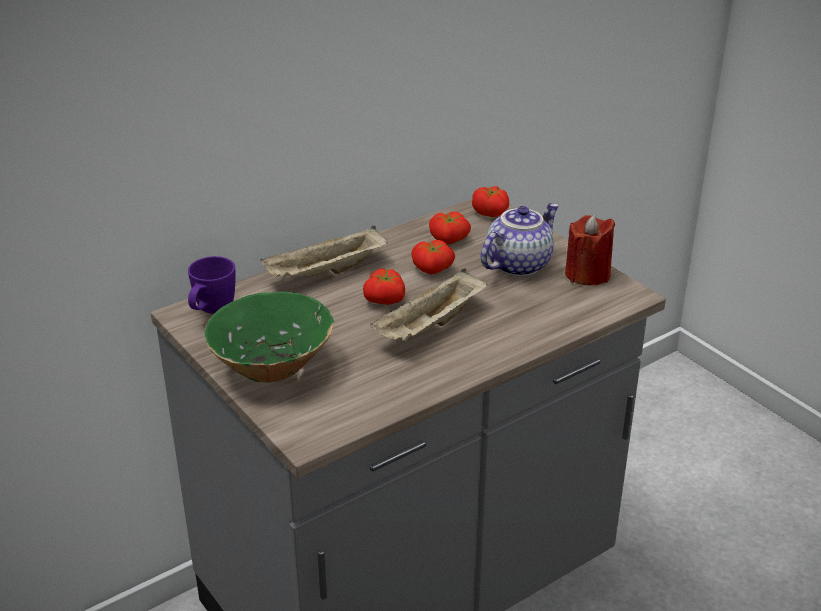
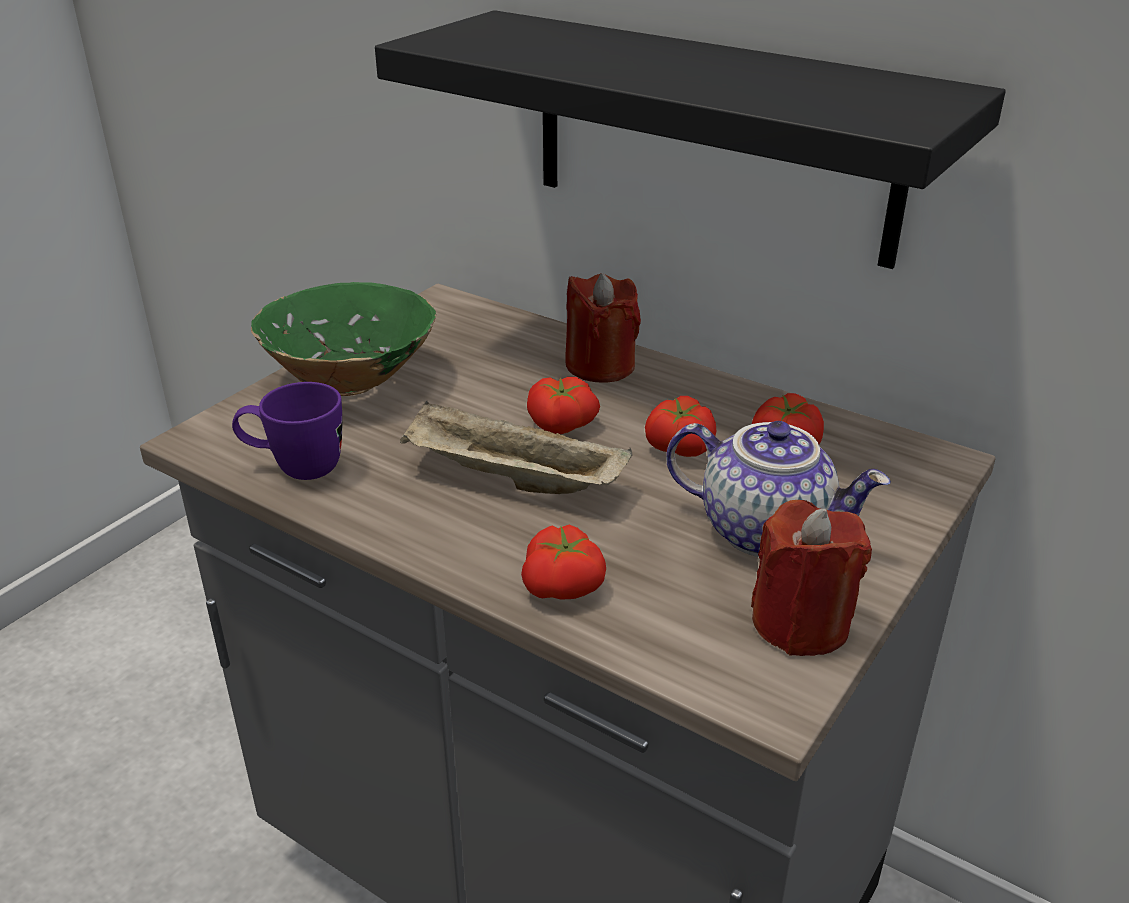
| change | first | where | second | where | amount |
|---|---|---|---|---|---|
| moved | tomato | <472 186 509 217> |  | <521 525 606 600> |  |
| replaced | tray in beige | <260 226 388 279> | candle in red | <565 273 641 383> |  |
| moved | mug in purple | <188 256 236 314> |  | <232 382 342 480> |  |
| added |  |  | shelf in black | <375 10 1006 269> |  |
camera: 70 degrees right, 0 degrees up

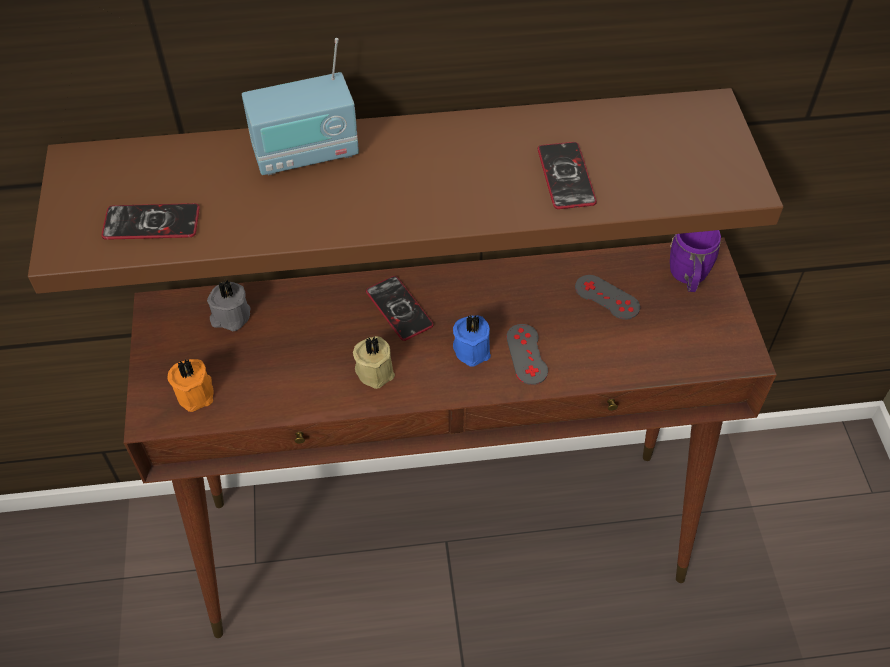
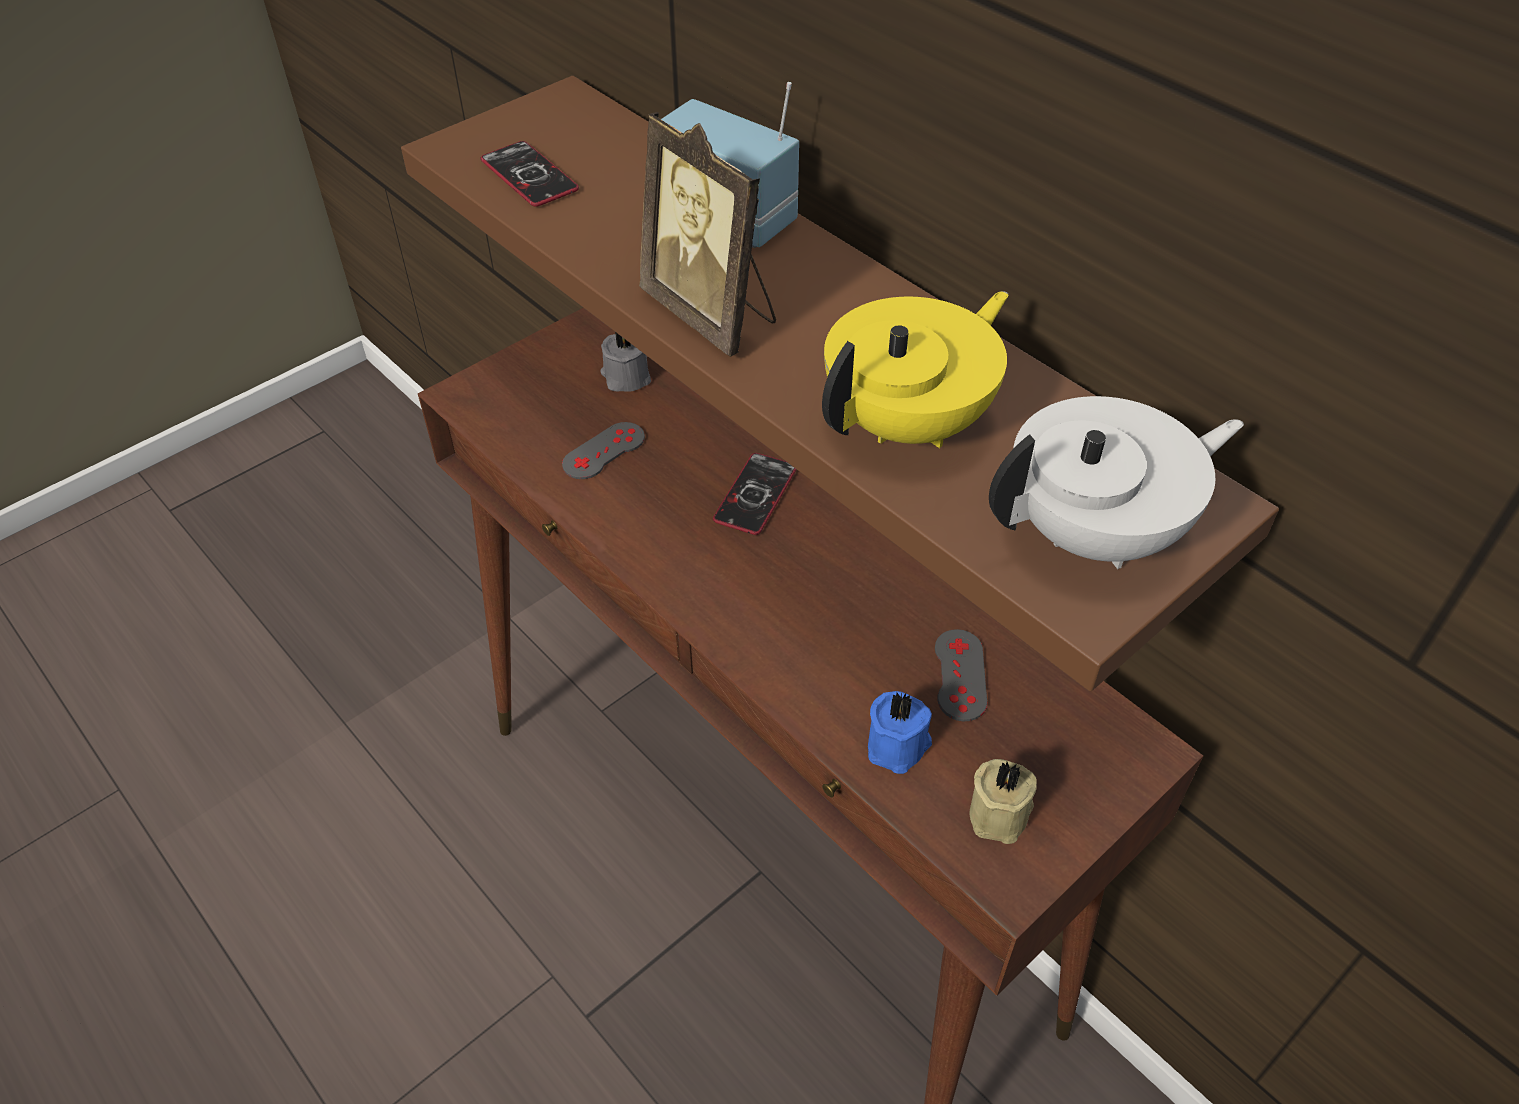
| change | first | where | second | where | amount |
|---|---|---|---|---|---|
| replaced | phone | <538 142 597 209> | teapot in yellow | <822 291 1008 448> |  |
| removed | mug in purple | <670 230 721 292> |  |  |  |
| moved | candle in blue | <453 314 491 367> |  | <868 691 932 774> |  |
| moved | game controller in grey | <506 324 548 385> |  | <562 422 645 479> |  |
| moved | candle in beige | <353 336 395 389> |  | <969 759 1037 844> |  |
| removed | candle in orange | <168 359 214 412> |  |  |  |
| added |  |  | picture frame | <639 112 776 357> |  |
| added |  |  | teapot in white | <989 396 1244 569> |  |
camera: 55 degrees right, 5 degrees down

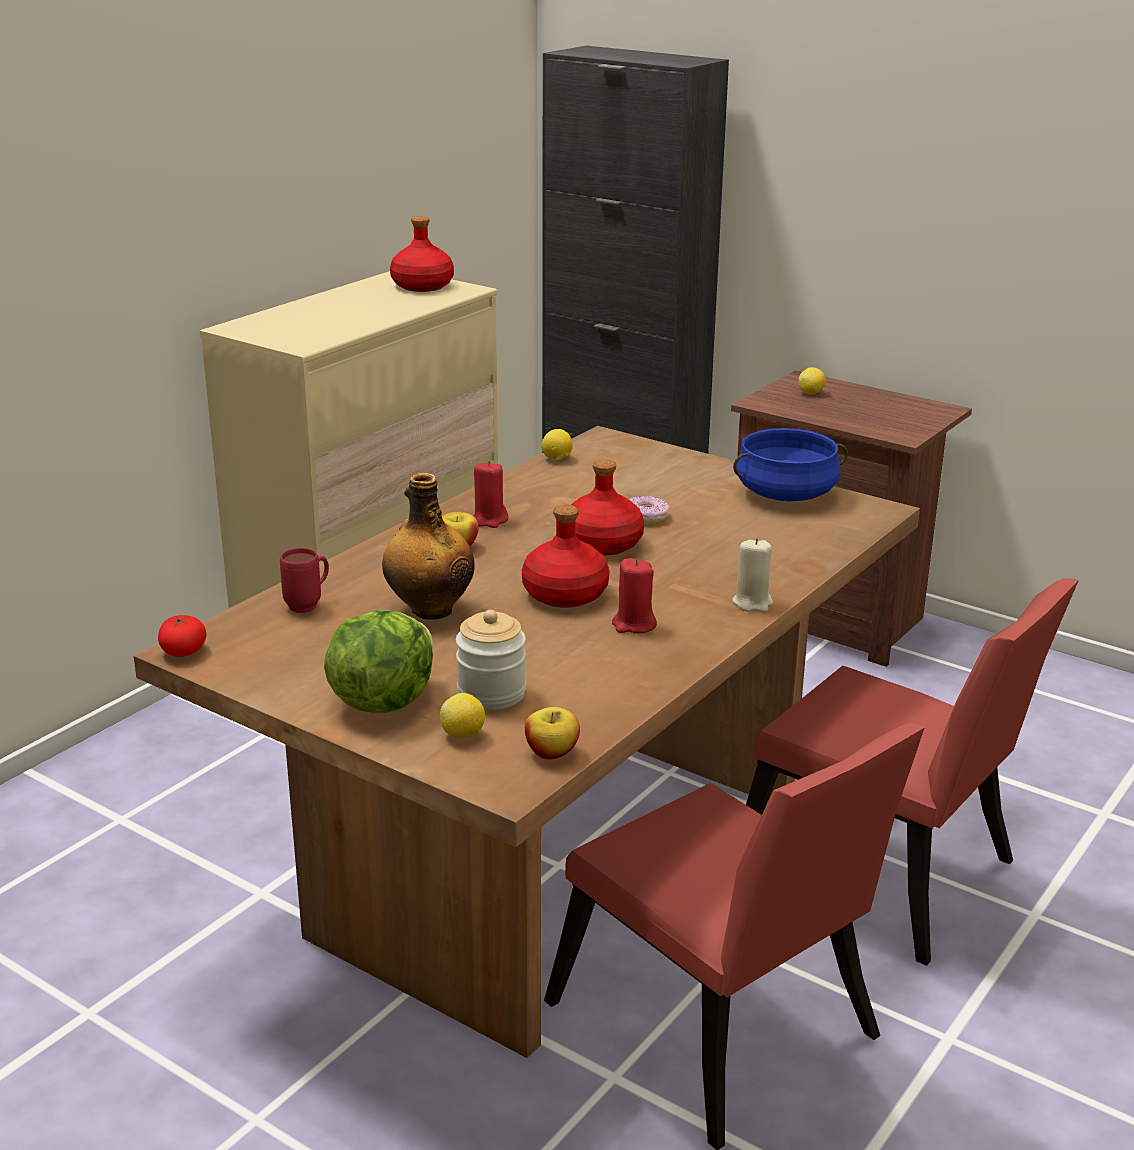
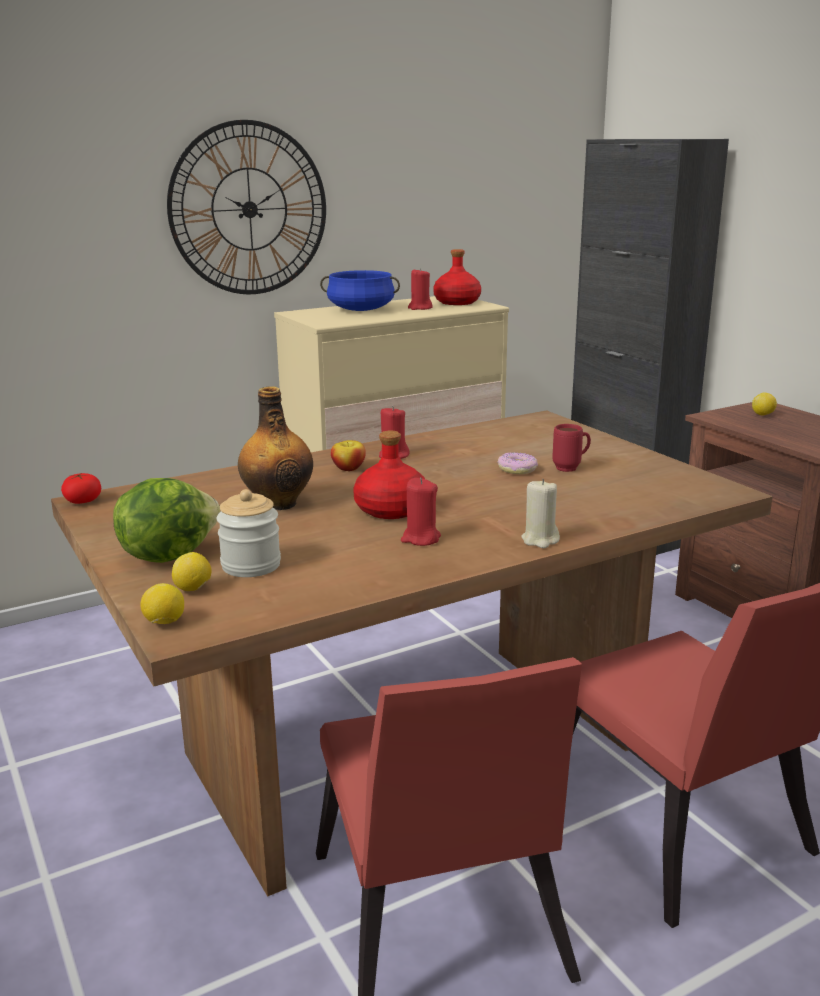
| change | first | where | second | where | amount |
|---|---|---|---|---|---|
| moved | cooking pot in blue | <733 428 848 501> |  | <320 270 400 311> |  |
| moved | lemon | <541 429 573 460> |  | <140 583 184 624> |  |
| removed | bottle in red | <571 459 644 556> |  |  |  |
| moved | mug in red | <280 548 329 613> |  | <553 424 591 472> |  |
| removed | apple | <525 707 580 760> |  |  |  |
| added |  |  | wall clock | <167 120 326 294> |  |
| added |  |  | candle in red | <408 268 433 310> |  |
camera: 25 degrees right, 5 degrees down

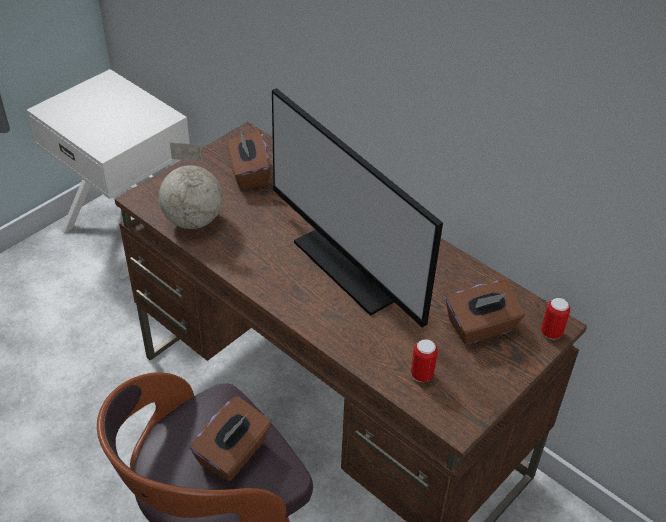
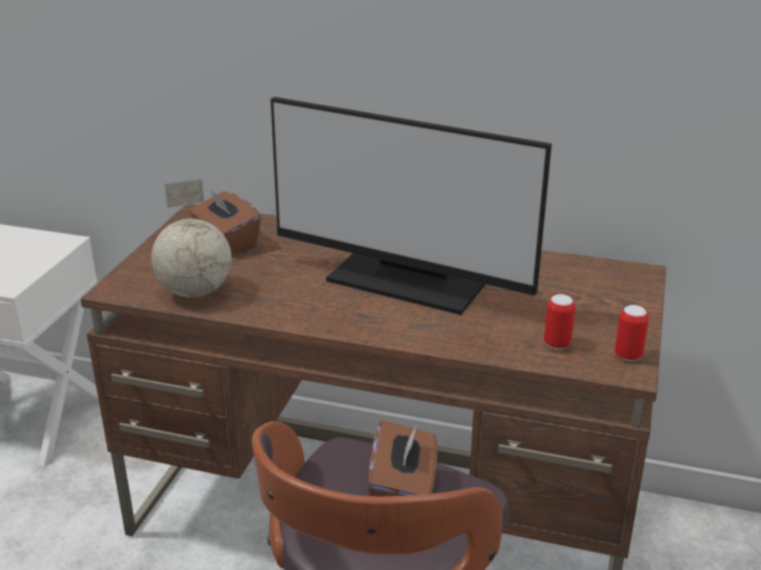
| change | first | where | second | where | amount |
|---|---|---|---|---|---|
| removed | tissue box in brown | <446 281 525 344> |  |  |  |
| moved | can | <541 298 570 340> |  | <615 305 649 361> |  |
camera: 25 degrees left, 15 degrees down

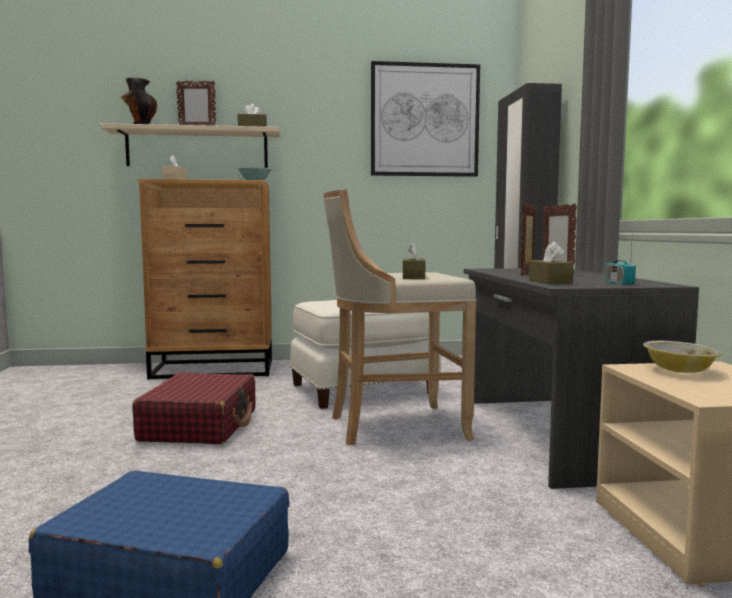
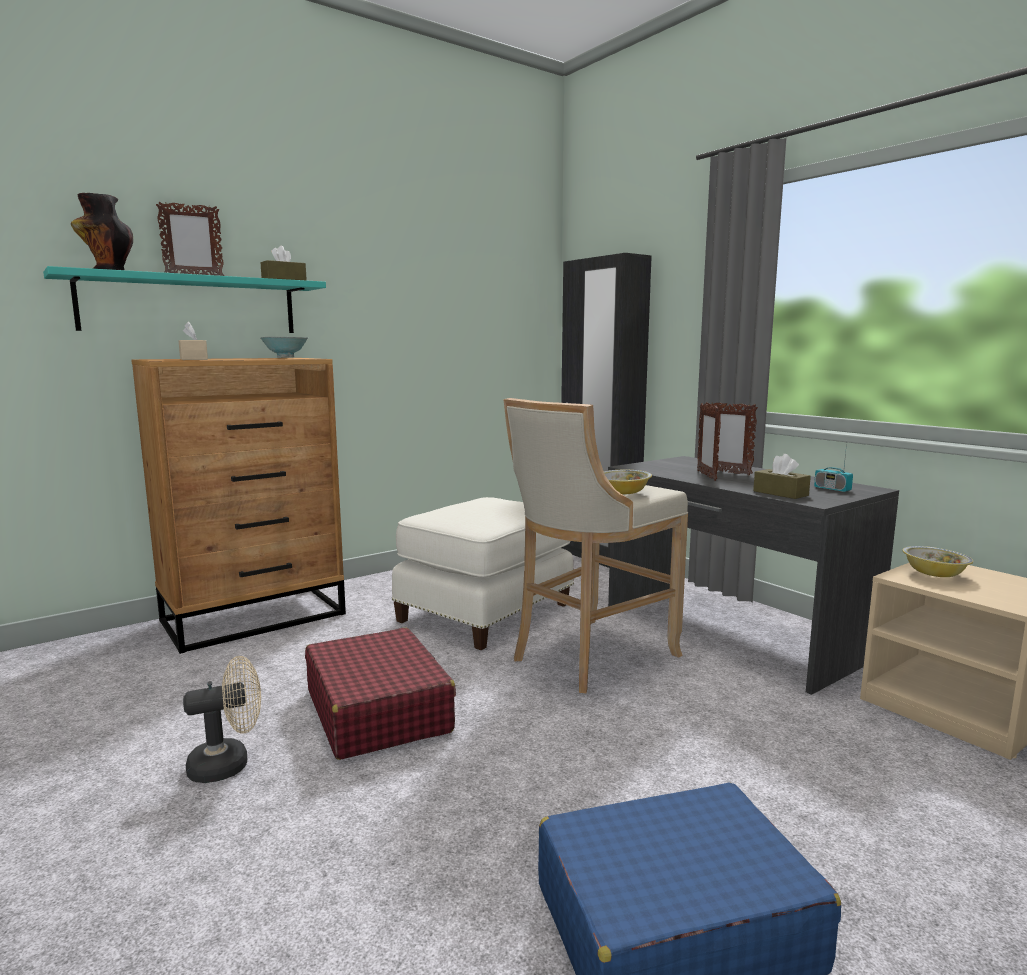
| change | first | where | second | where | amount |
|---|---|---|---|---|---|
| removed | picture | <371 61 480 177> |  |  |  |
| recoloured | shelf in beige | <100 123 280 168> | shelf in turquoise | <43 266 326 333> |  |
| replaced | tissue box in brown | <403 242 425 279> | bowl | <604 470 652 495> |  |
| added |  |  | fan in beige | <183 656 261 783> |  |
camera: 30 degrees left, 5 degrees up

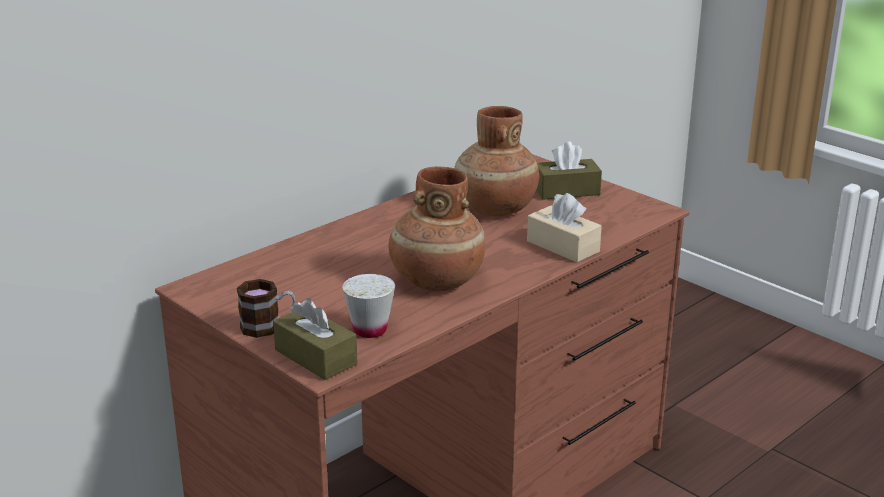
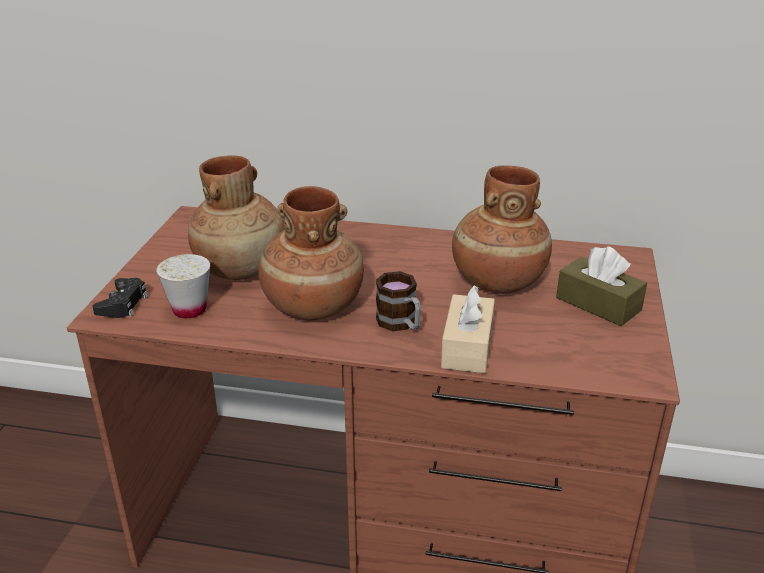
| change | first | where | second | where | amount |
|---|---|---|---|---|---|
| moved | mug | <237 279 296 338> |  | <376 271 421 331> |  |
| replaced | tissue box in brown | <273 298 357 380> | game controller in black | <92 278 148 318> |  |
| added |  |  | vase in brown | <188 155 285 280> |  |
camera: 55 degrees right, 5 degrees up

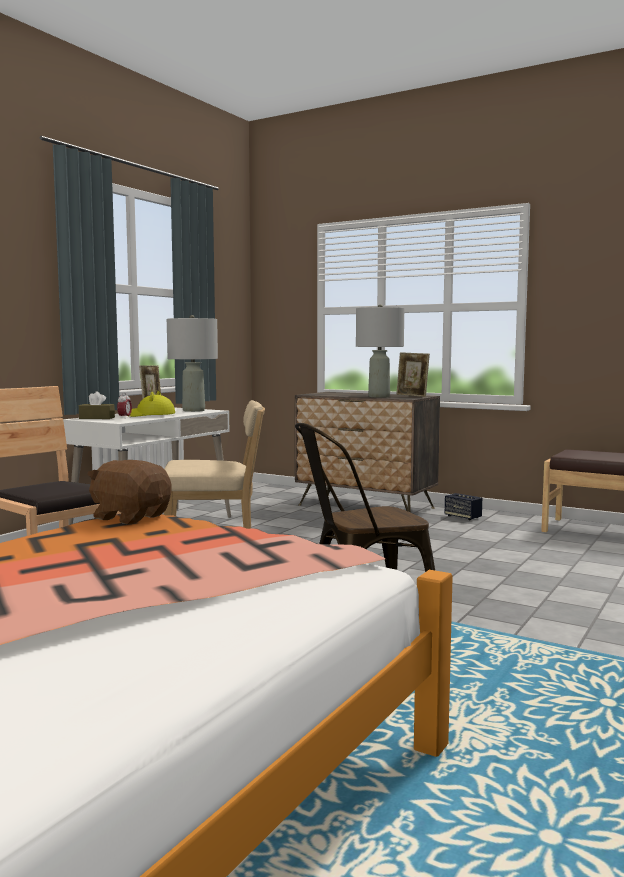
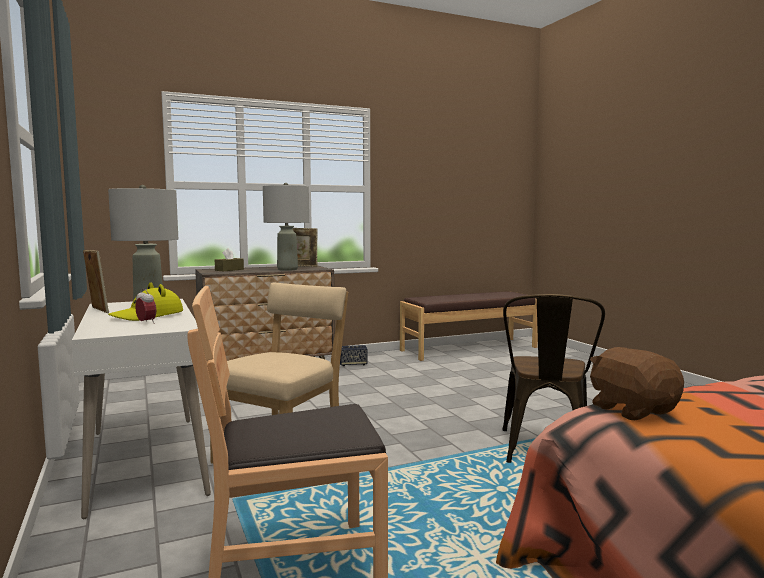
| change | first | where | second | where | amount |
|---|---|---|---|---|---|
| moved | tissue box in brown | <79 391 115 419> |  | <215 248 244 271> |  |
| turned | plush toy in brown | <87 460 172 524> |  | <590 347 684 420> | 90 degrees clockwise |
camera: 55 degrees left, 0 degrees up

